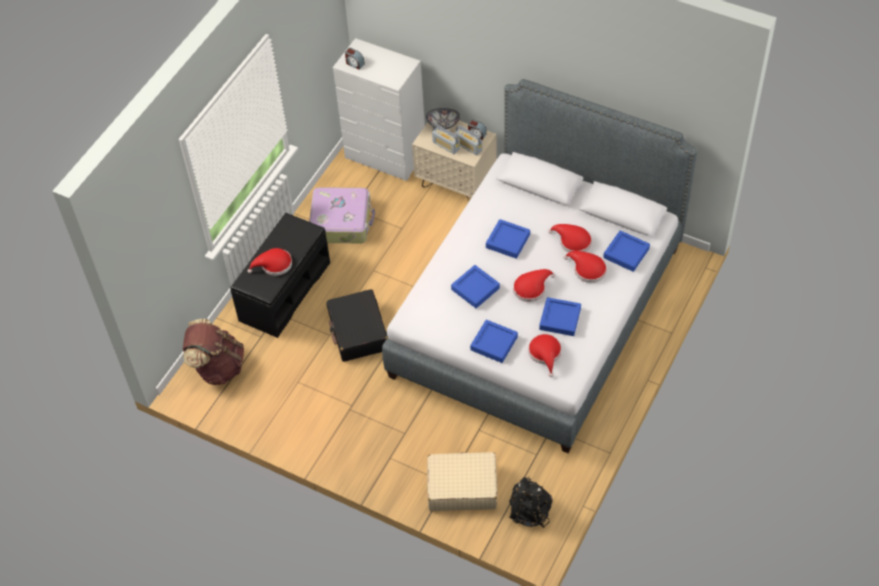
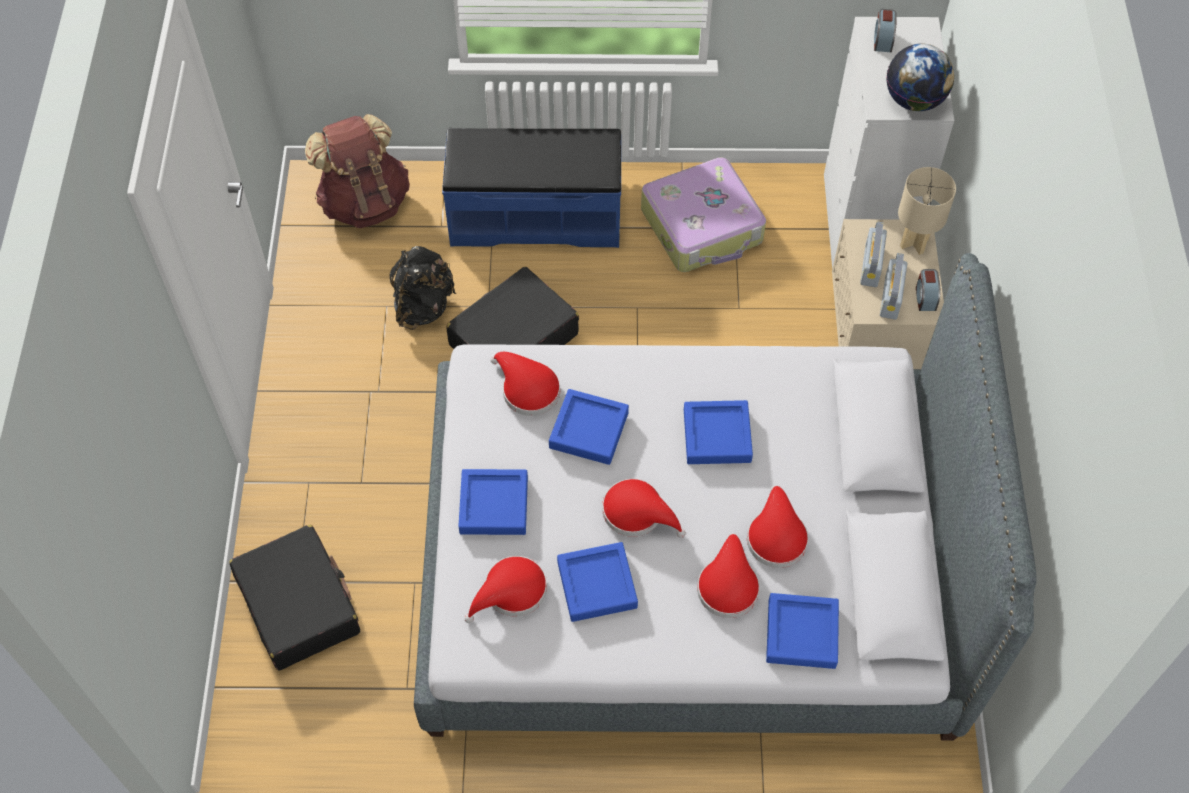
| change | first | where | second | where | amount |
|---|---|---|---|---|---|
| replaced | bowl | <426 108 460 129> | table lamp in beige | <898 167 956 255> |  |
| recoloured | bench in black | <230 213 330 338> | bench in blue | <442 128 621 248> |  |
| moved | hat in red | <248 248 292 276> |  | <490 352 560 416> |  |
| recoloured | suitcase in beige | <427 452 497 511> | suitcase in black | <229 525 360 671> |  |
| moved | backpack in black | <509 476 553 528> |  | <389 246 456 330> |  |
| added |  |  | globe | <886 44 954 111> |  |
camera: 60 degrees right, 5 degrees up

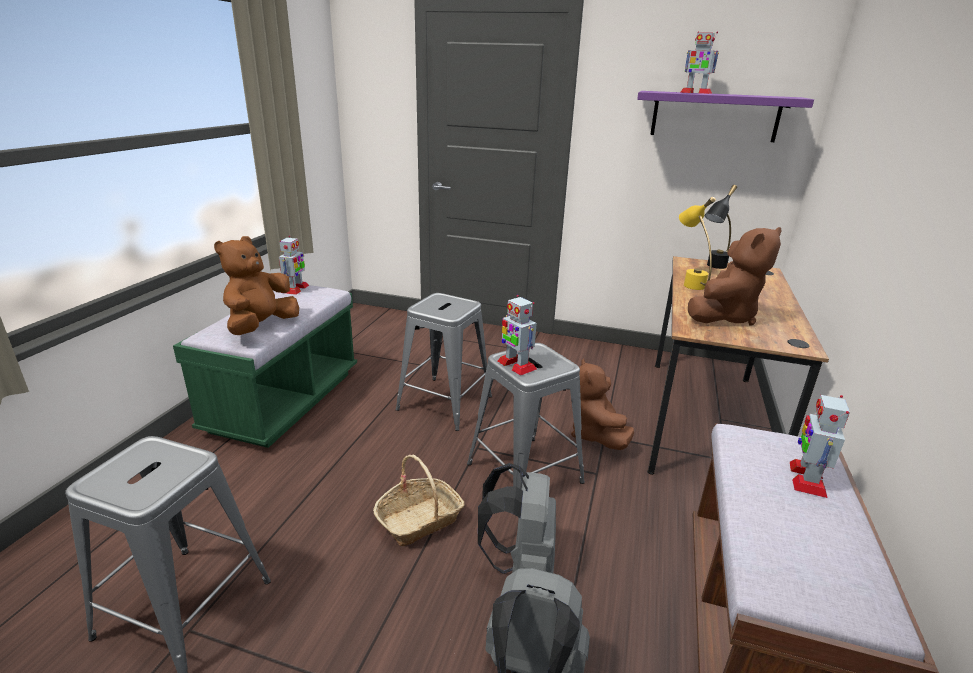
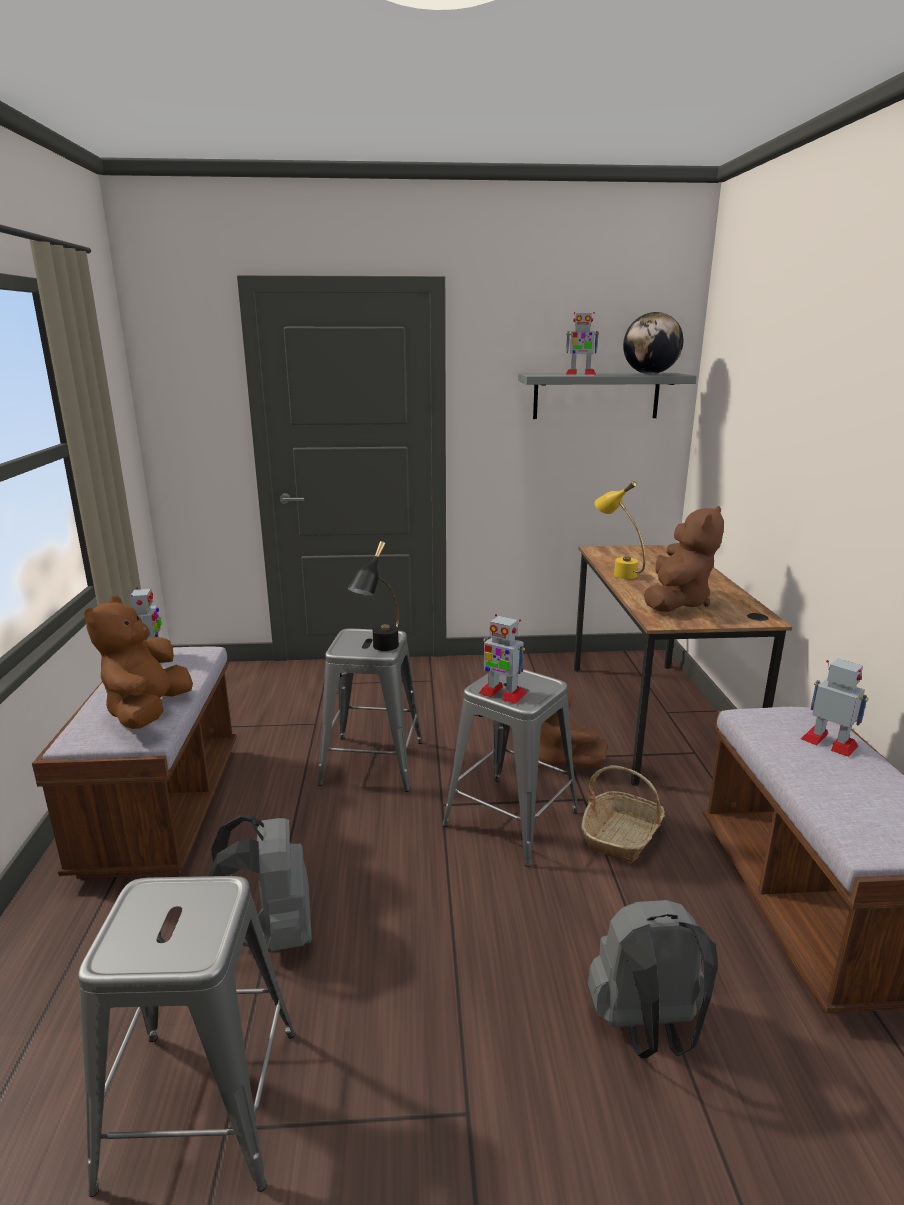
| change | first | where | second | where | amount |
|---|---|---|---|---|---|
| recoloured | shelf in purple | <637 91 814 142> | shelf in grey | <518 373 697 419> |  |
| moved | table lamp in black | <704 185 737 269> |  | <347 541 399 651> |  |
| recoloured | bench in green | <173 285 357 448> | bench in brown | <32 647 237 879> |  |
| turned | toy robot | <790 395 850 498> |  | <801 659 869 757> | 135 degrees clockwise |
| moved | basket | <373 455 465 547> |  | <581 765 665 864> |  |
| moved | backpack in grey | <478 463 556 574> |  | <208 815 312 951> |  |
| added |  |  | globe | <623 312 683 374> |  |
camera: 20 degrees left, 5 degrees down

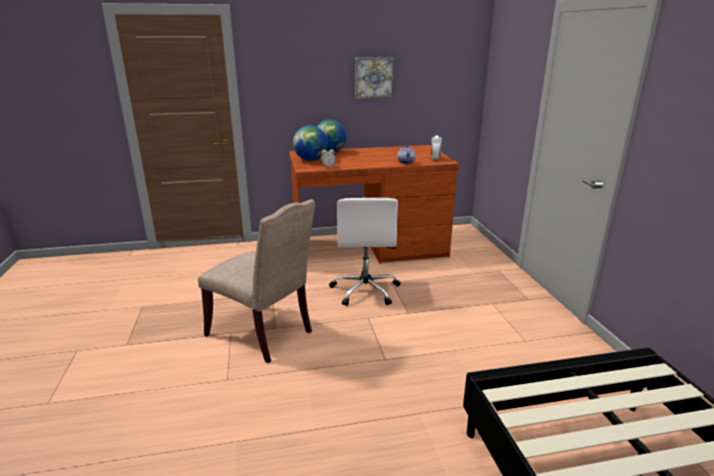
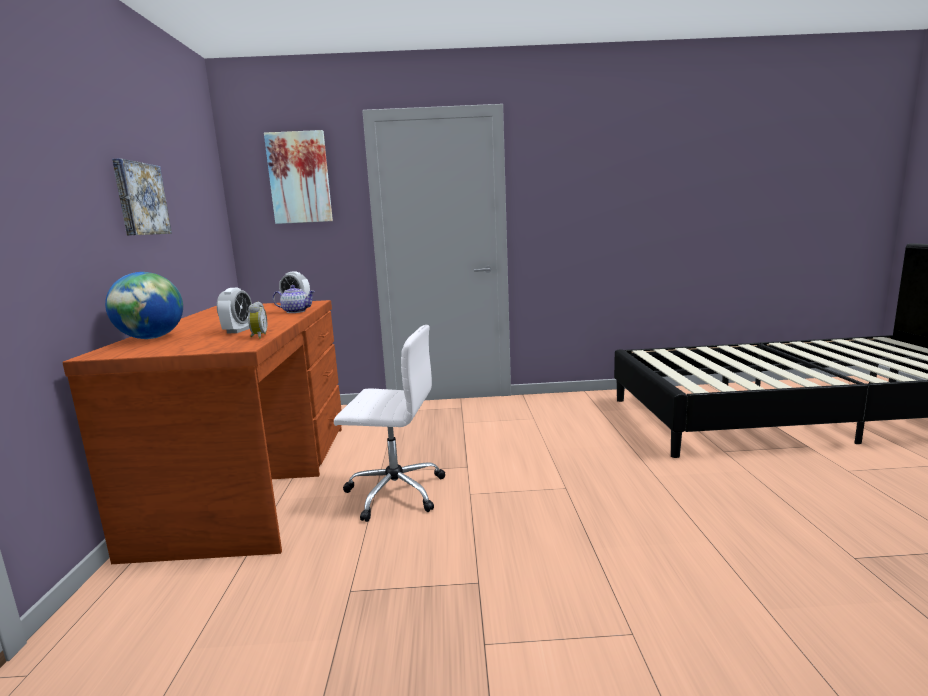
| change | first | where | second | where | amount |
|---|---|---|---|---|---|
| removed | globe | <293 125 328 161> |  |  |  |
| removed | chair in beige | <198 199 315 363> |  |  |  |
| added |  |  | picture | <264 130 333 224> |  |
| added |  |  | alarm clock | <217 288 252 333> |  |
camera: 80 degrees left, 10 degrees down

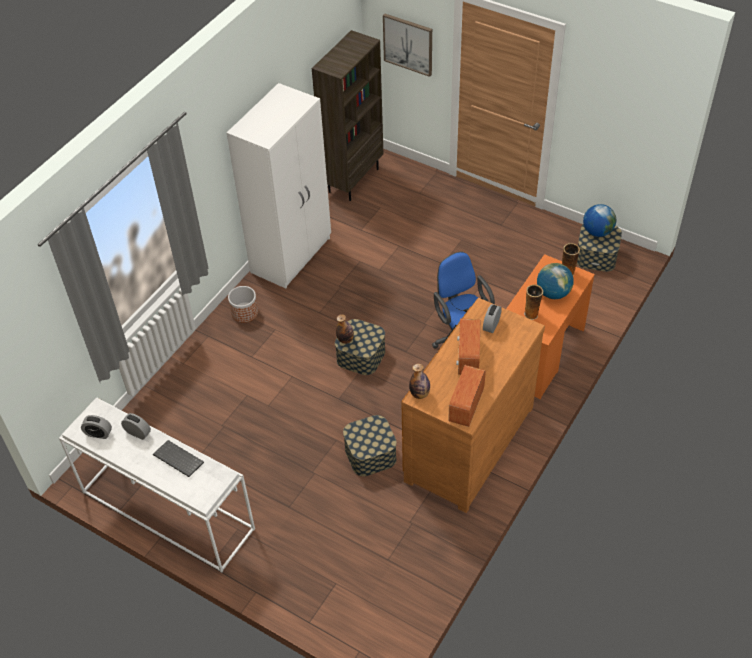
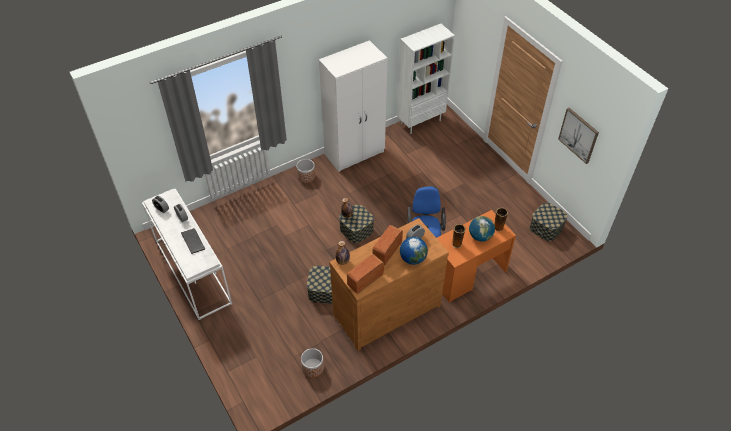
| change | first | where | second | where | amount |
|---|---|---|---|---|---|
| moved | picture | <383 14 432 77> |  | <558 108 599 164> |  |
| recoloured | bookcase in brown | <312 30 384 201> | bookcase in white | <397 24 455 134> |  |
| moved | globe | <583 204 616 237> |  | <400 237 428 265> |  |
| added |  |  | planter | <301 348 324 378> |  |
camera: 25 degrees right, 0 degrees up

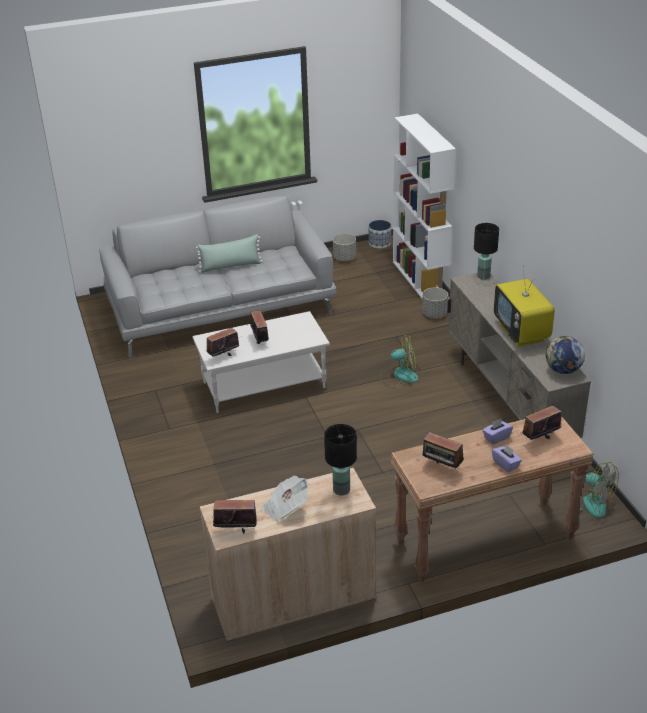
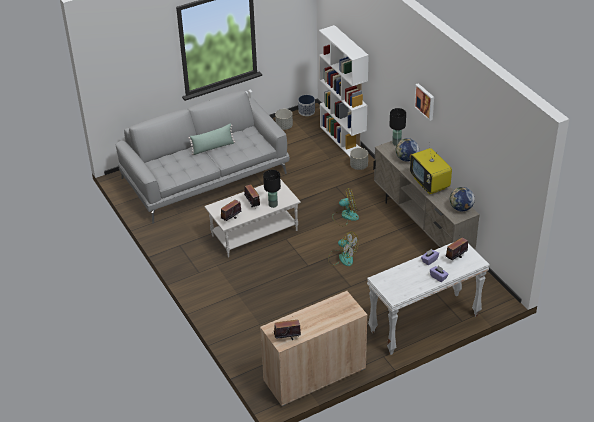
| change | first | where | second | where | amount |
|---|---|---|---|---|---|
| recoloured | console table in brown | <391 416 594 583> | console table in white | <367 243 490 355> |  |
| moved | table lamp in black | <324 424 357 495> |  | <263 170 281 208> |  |
| removed | radio | <423 430 464 470> |  |  |  |
| moved | fan | <564 462 619 518> |  | <328 232 359 266> |  |
| removed | newspaper | <261 476 309 521> |  |  |  |
| added |  |  | picture | <414 83 434 121> |  |
| added |  |  | globe | <396 138 419 162> |  |
camera: 10 degrees left, 5 degrees up

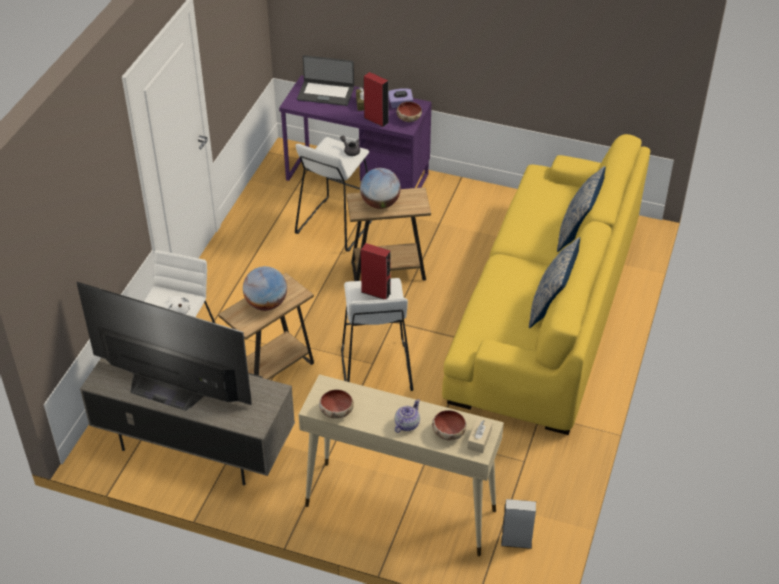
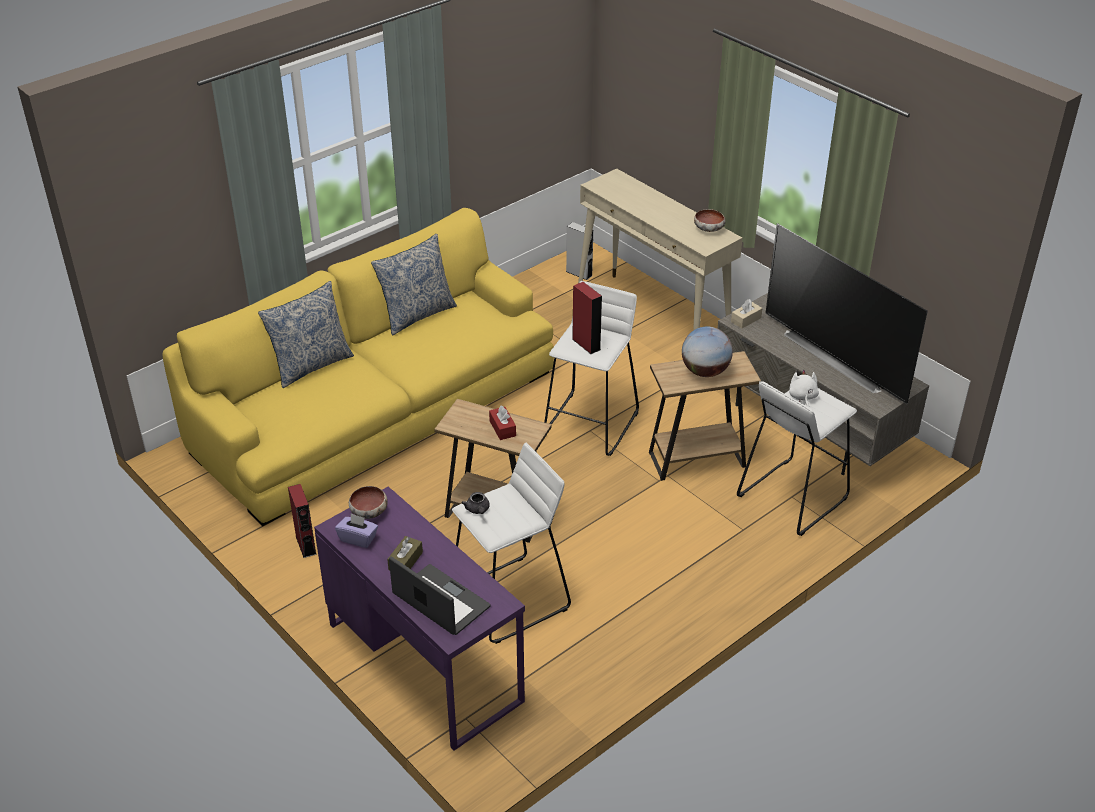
| change | first | where | second | where | amount |
|---|---|---|---|---|---|
| moved | speaker in red | <364 72 389 127> |  | <288 484 317 558> |  |
| replaced | globe | <360 168 401 209> | tissue box in red | <489 406 516 440> |  |
| removed | teapot | <395 399 420 433> |  |  |  |
| removed | bowl | <432 410 466 441> |  |  |  |
| moved | tissue box in beige | <467 419 492 453> |  | <731 299 762 329> |  |
camera: 150 degrees left, 5 degrees down

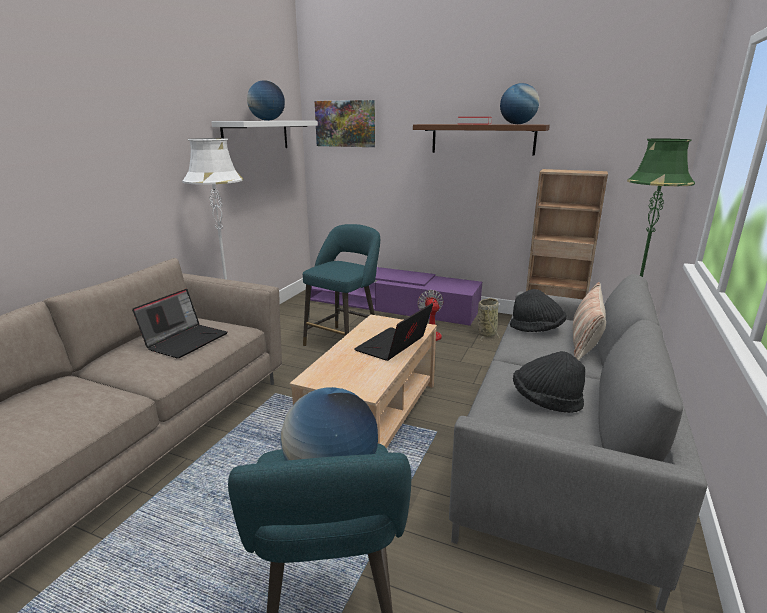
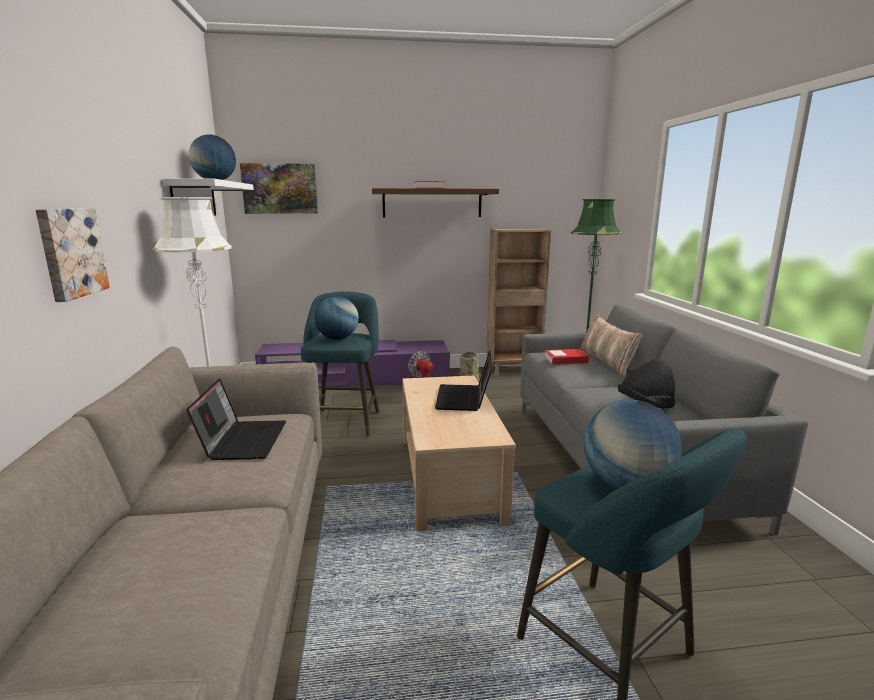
| change | first | where | second | where | amount |
|---|---|---|---|---|---|
| moved | globe | <500 83 539 124> |  | <314 296 359 340> |  |
| replaced | hat in black | <510 289 566 332> | book | <544 349 589 365> |  |
| added |  |  | picture | <36 208 110 302> |  |
camera: 30 degrees left, 5 degrees down

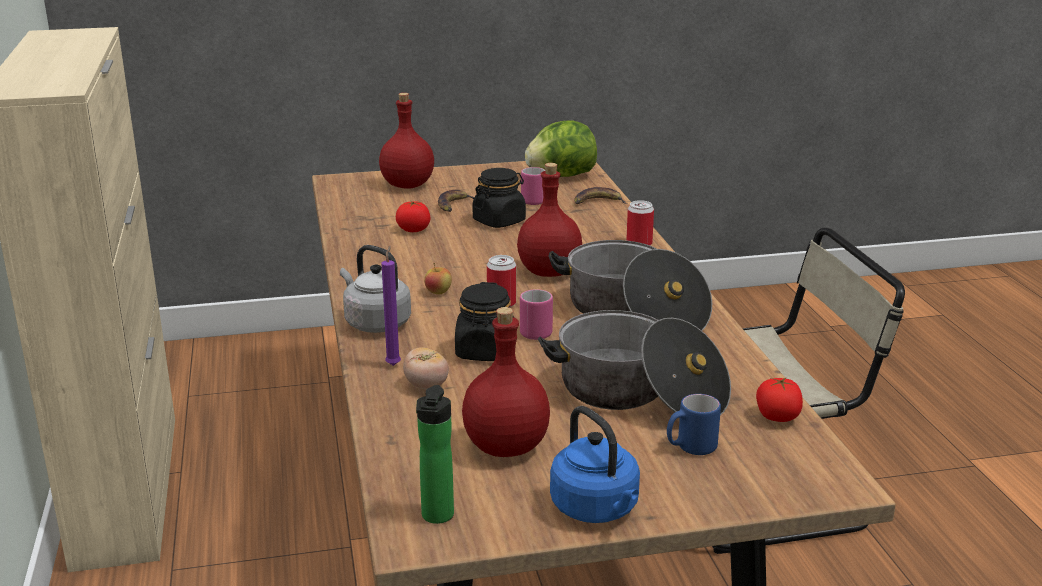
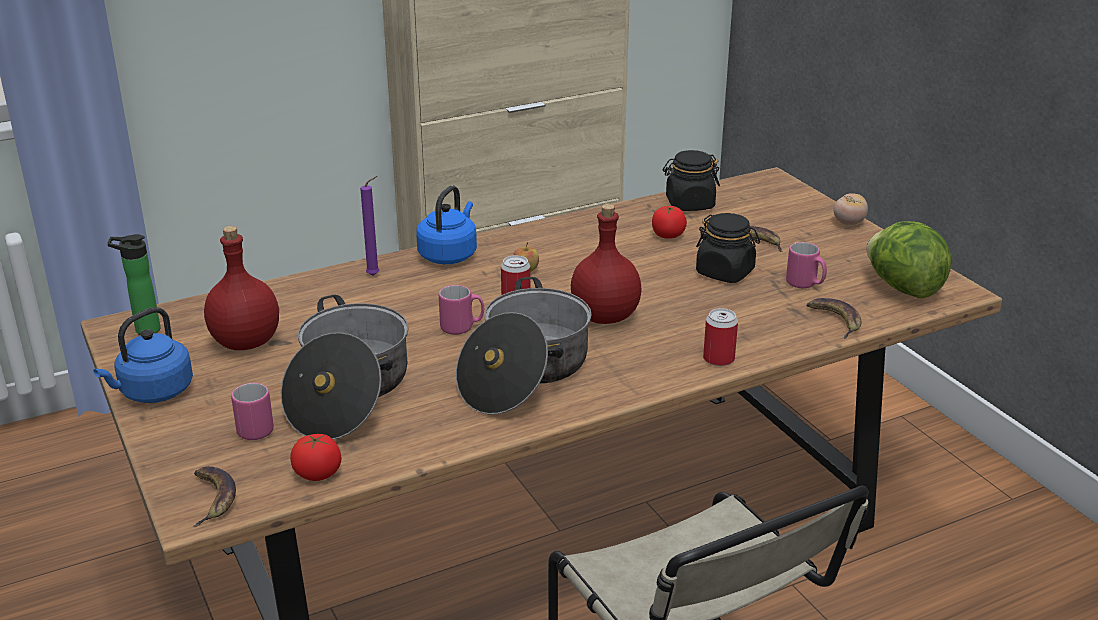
| change | first | where | second | where | amount |
|---|---|---|---|---|---|
| removed | bottle in red | <379 93 434 189> |  |  |  |
| recoloured | kettle in grey | <340 245 411 333> | kettle in blue | <416 186 477 264> |  |
| moved | jar in black | <455 282 514 361> |  | <663 150 720 211> |  |
| moved | tomato | <403 347 449 389> |  | <834 193 868 225> |  |
| recoloured | mug in blue | <667 394 721 455> | mug in pink | <231 383 274 440> |  |
| added |  |  | banana | <193 466 236 527> |  |
camera: 75 degrees right, 5 degrees up

